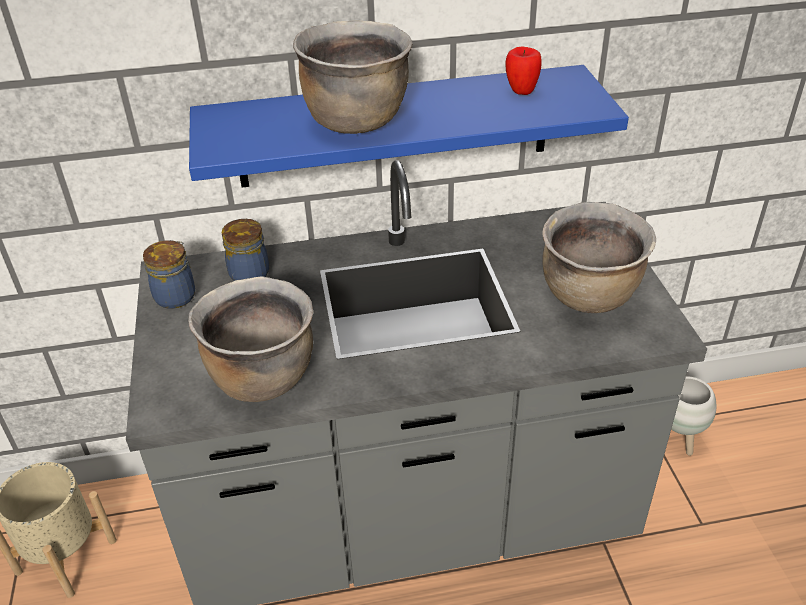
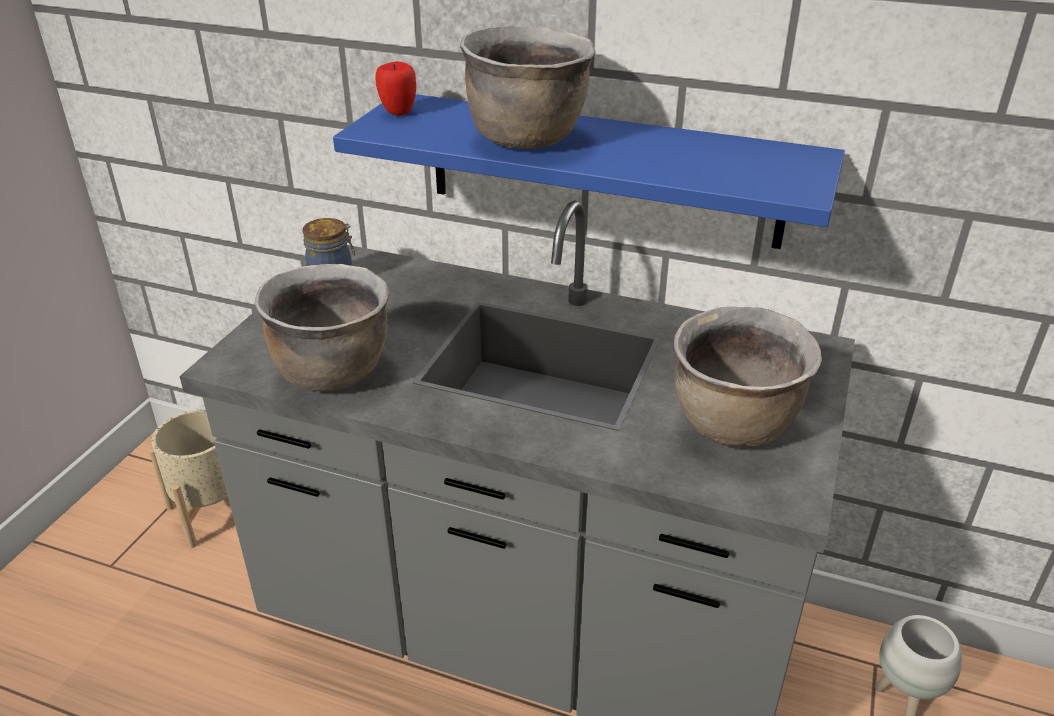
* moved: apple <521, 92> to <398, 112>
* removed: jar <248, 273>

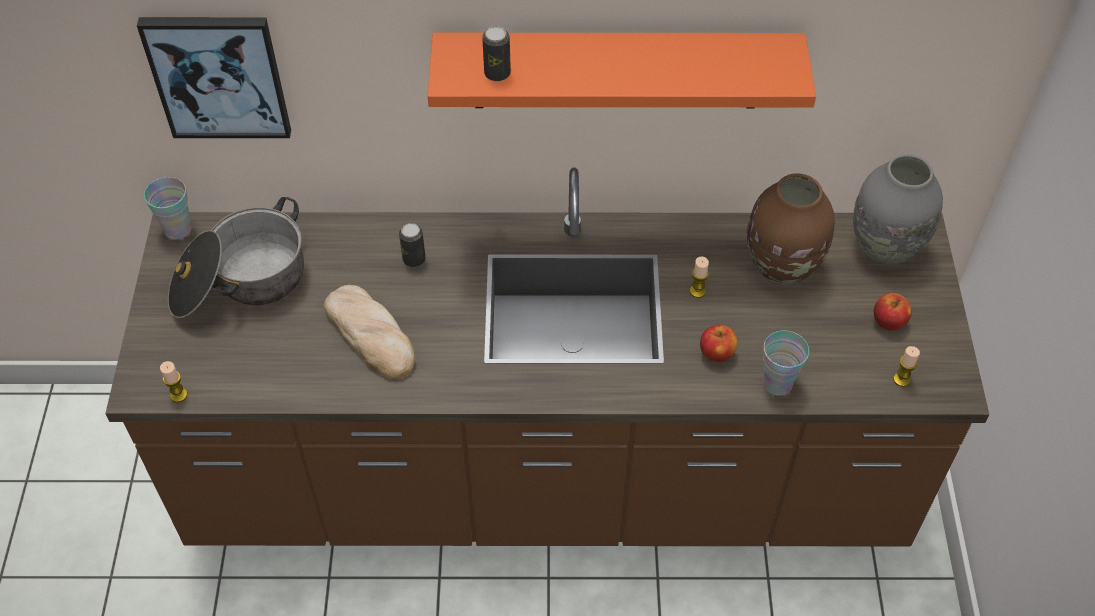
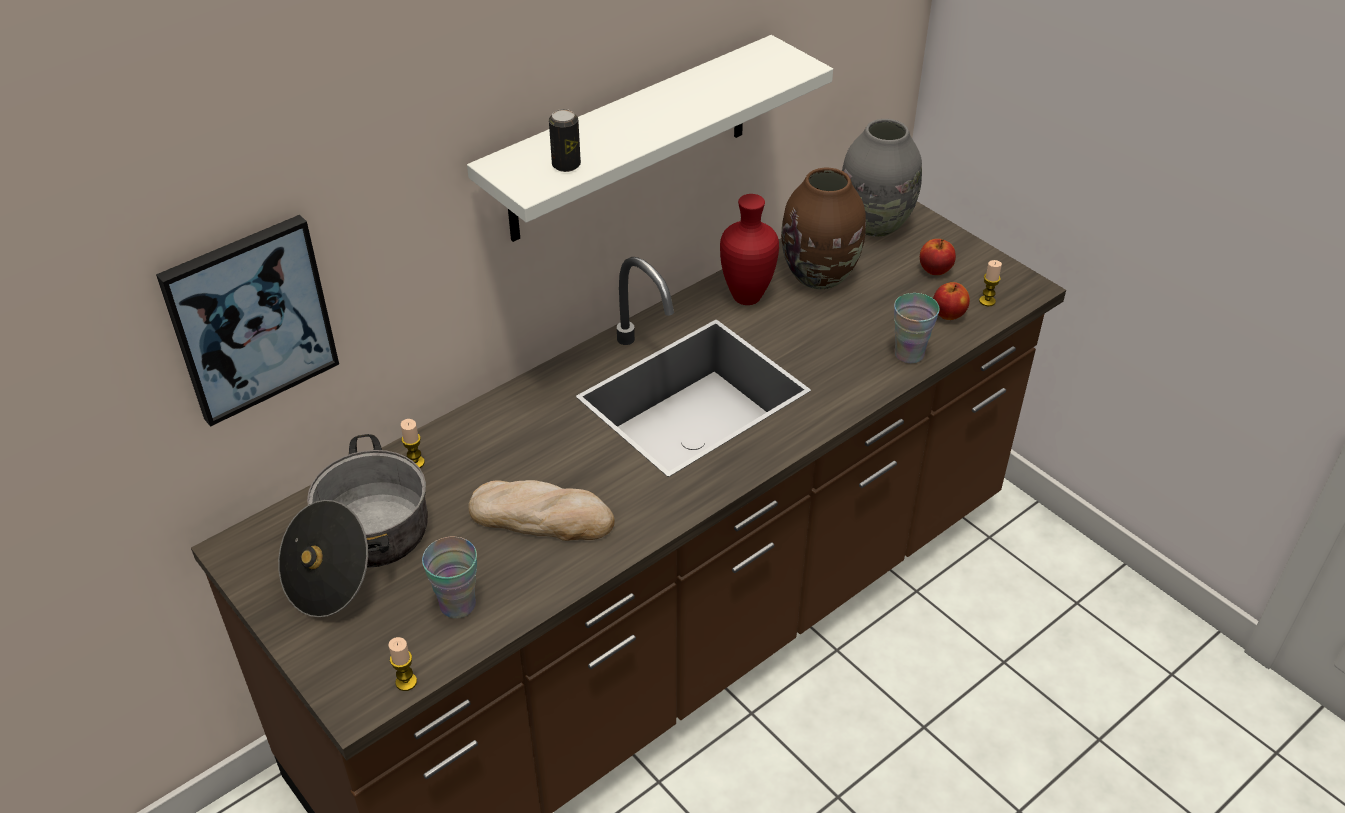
* recoloured: shelf in orange <616, 70> to shelf in white <630, 140>
* moved: cup <178, 229> to <457, 604>
* removed: can <414, 259>
* moved: candle <697, 291> to <415, 463>
* moved: apple <716, 353> to <948, 314>
* added: vase in red <747, 296>

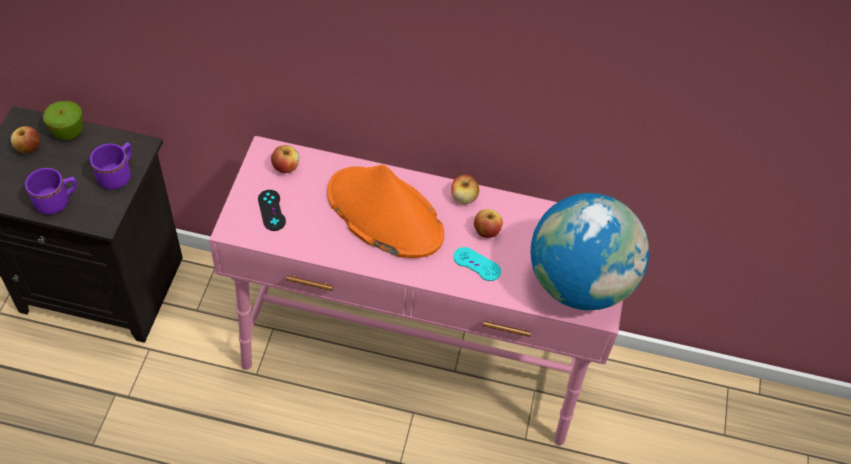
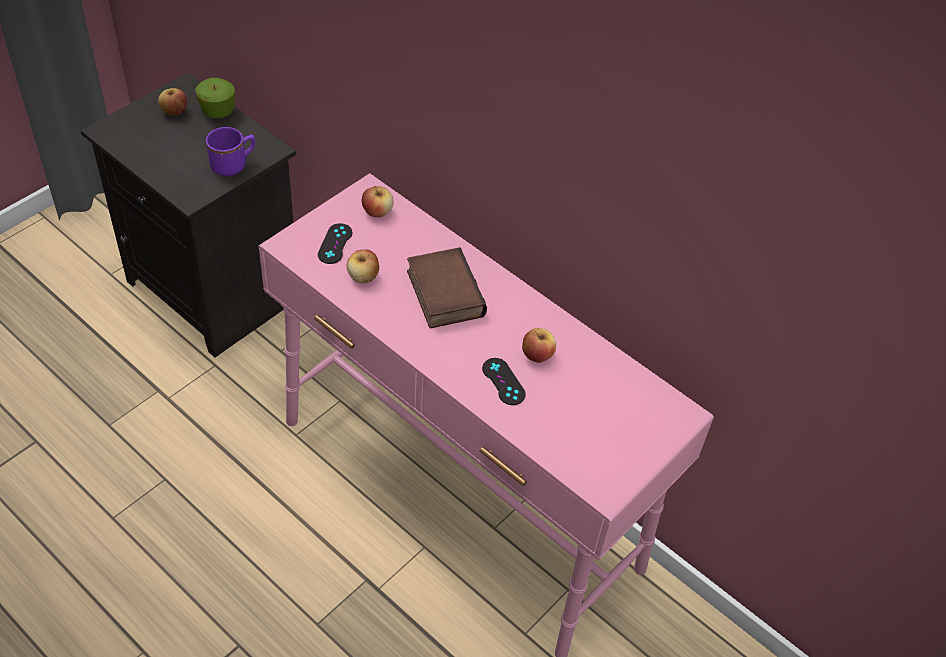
* replaced: hat in orange <384, 213> to book <442, 293>
* removed: mug in purple <57, 201>
* moved: apple <463, 197> to <363, 277>
* removed: globe <579, 283>
* recoloured: game controller in turquoise <477, 264> to game controller in black <503, 381>

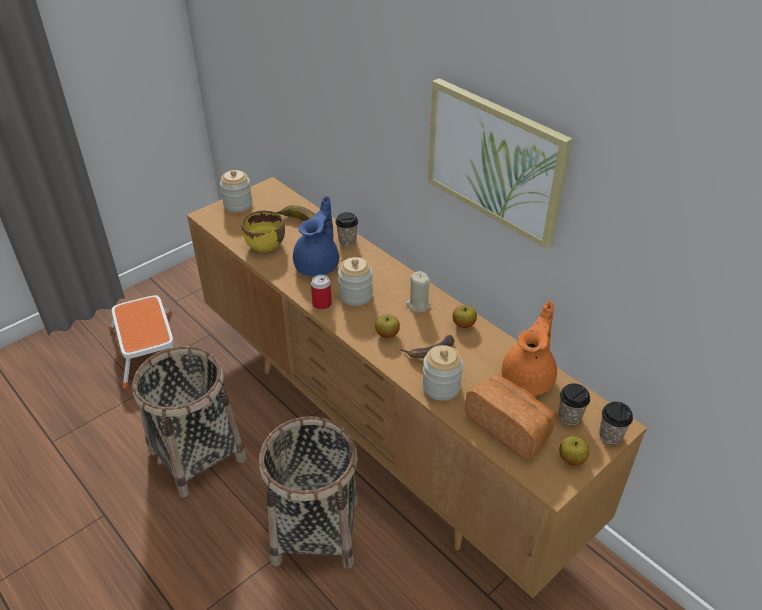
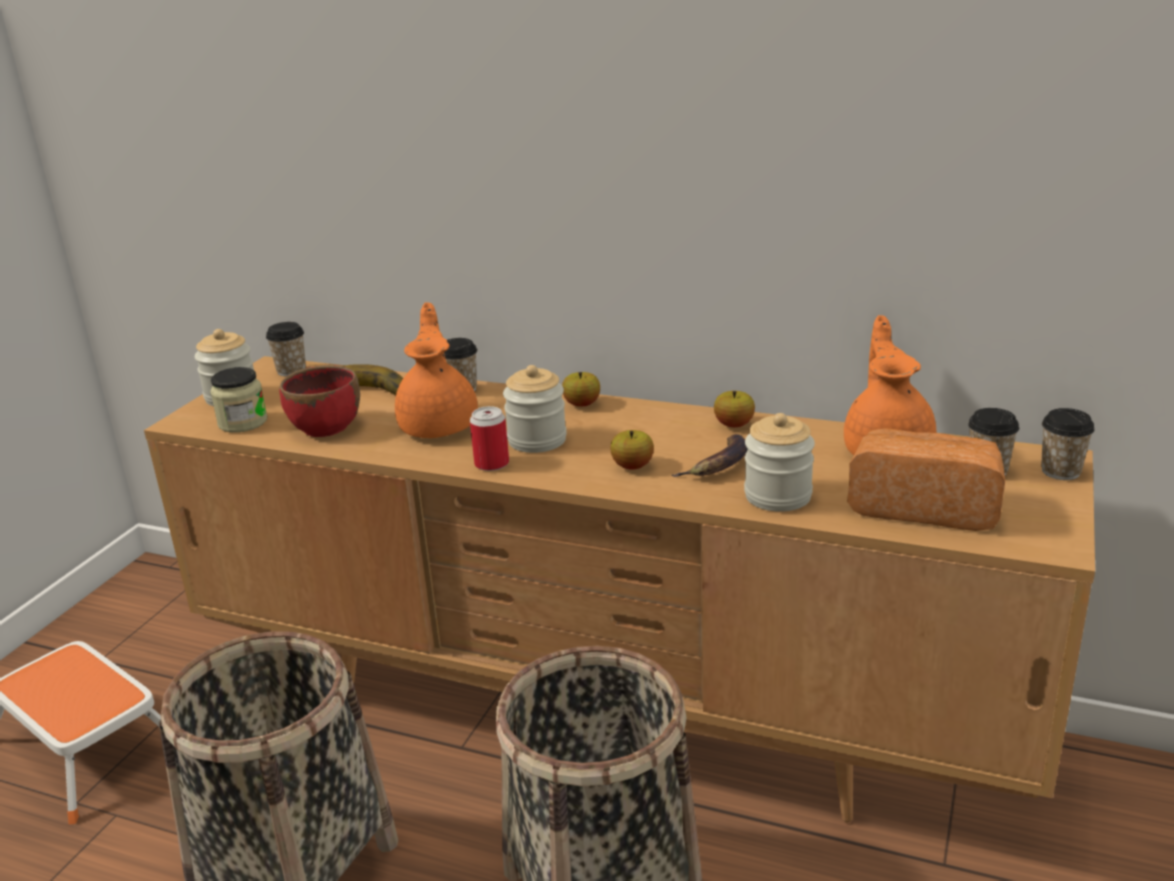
* removed: picture <495, 160>
* recoloured: teapot in blue <318, 264> to teapot in orange <440, 425>
* recoloured: bowl in yellow <265, 245> to bowl in red <326, 427>
* removed: candle in beige <418, 305>
* moved: apple <571, 459> to <582, 404>
* added: cup <291, 371>
* added: jar <243, 422>

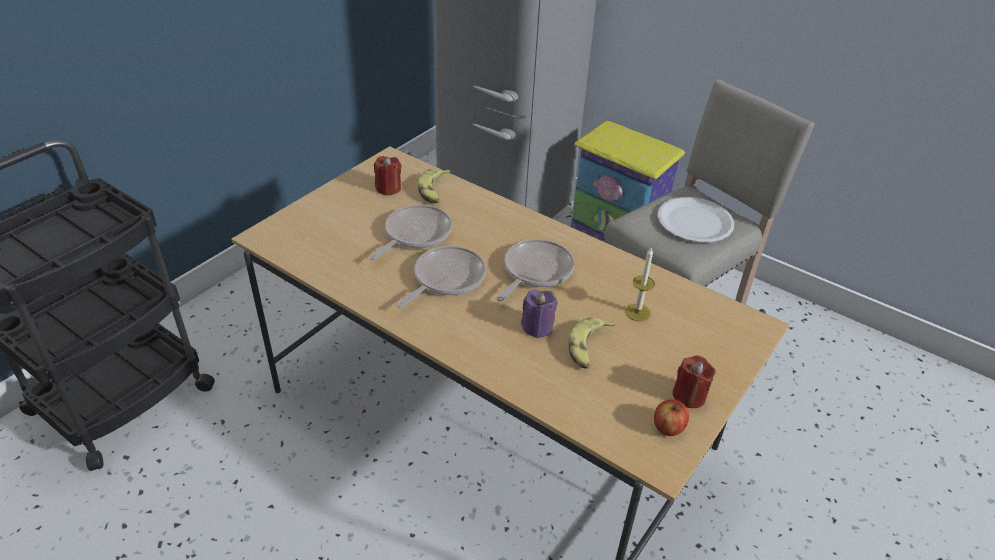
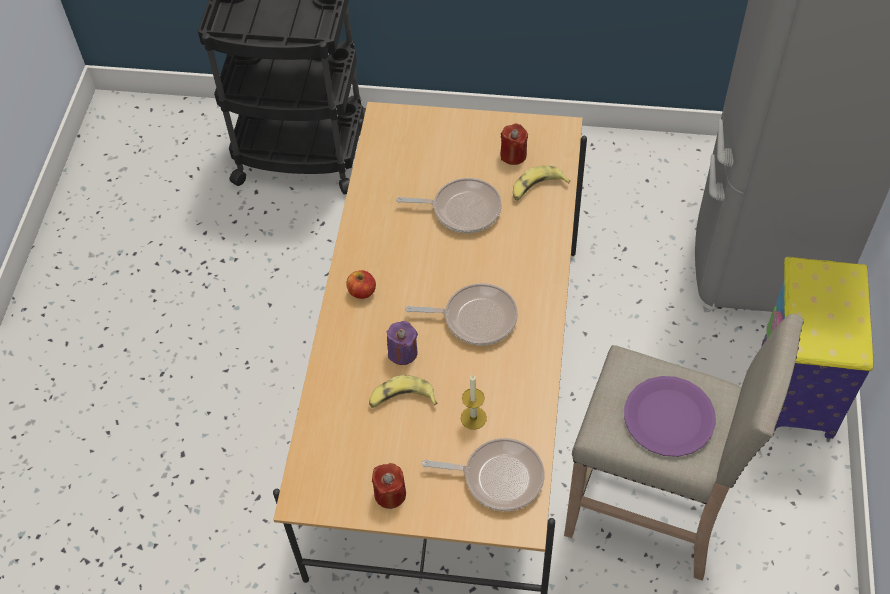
* recoloured: plate in white <694, 222> to plate in purple <669, 417>
* moved: frying pan <446, 278> to <498, 477>
* moved: apple <668, 427> to <362, 291>

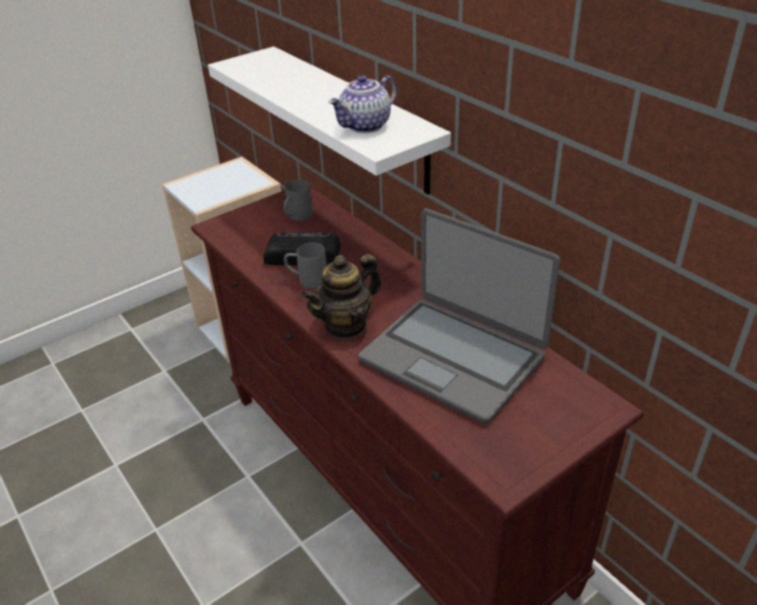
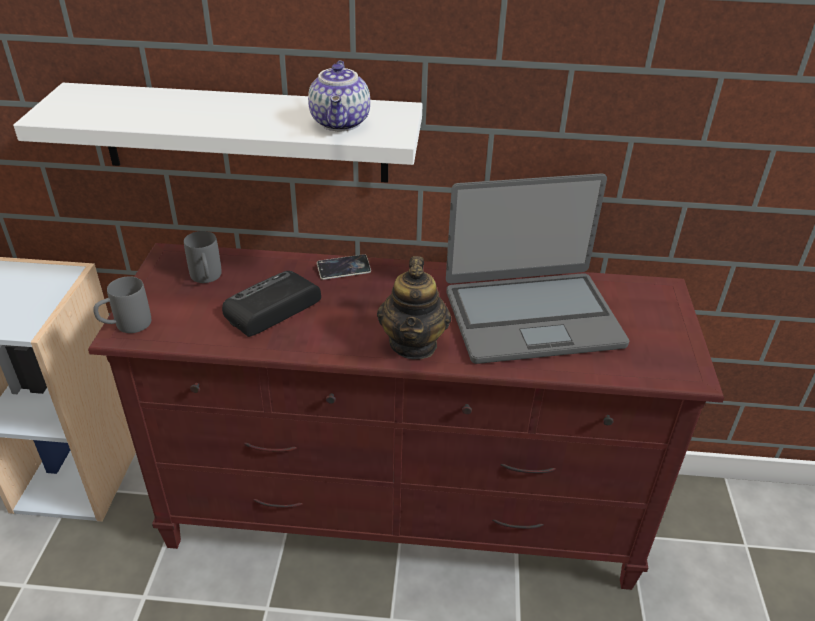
* moved: mug in grey <307, 280> to <126, 326>
* added: phone <344, 270>

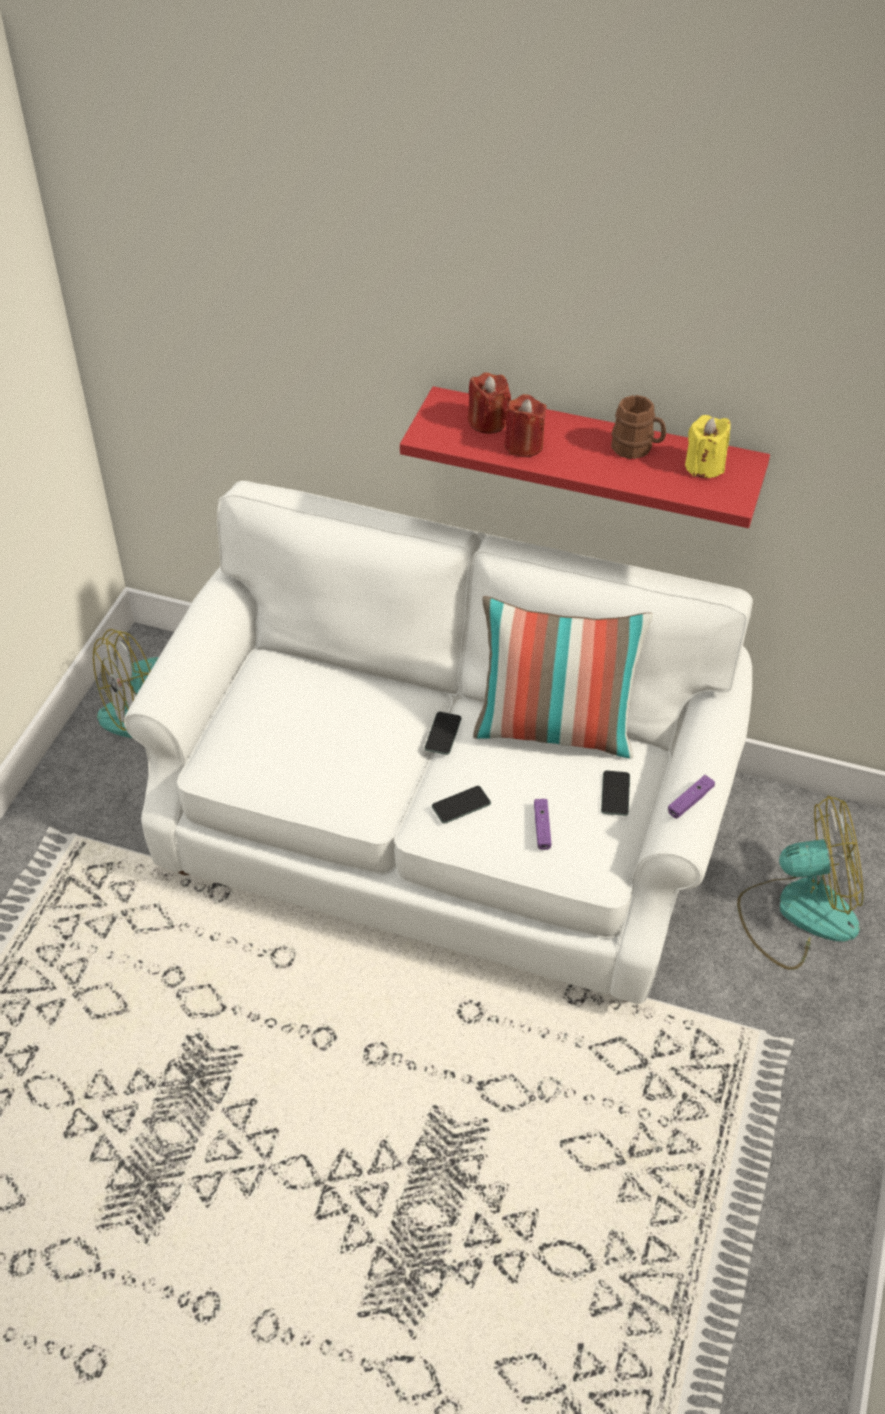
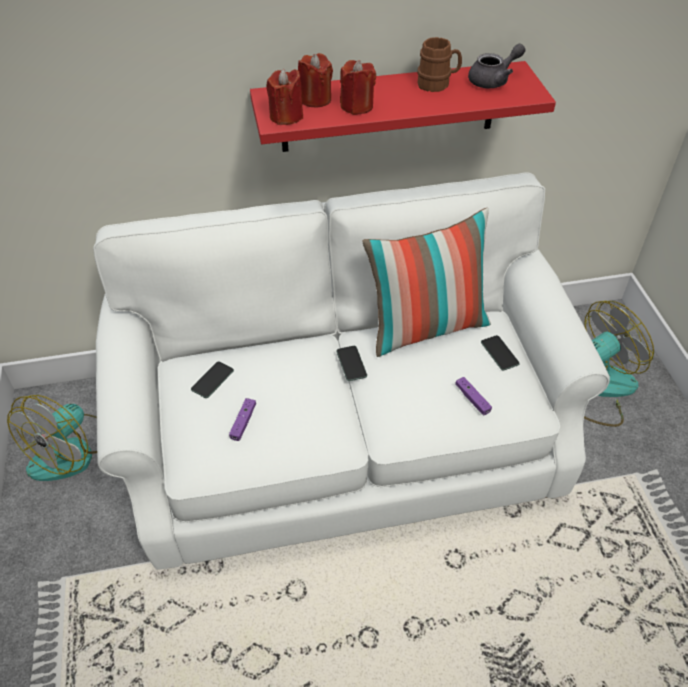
* replaced: candle in yellow <704, 466> to teapot in grey <493, 80>
* moved: game controller in purple <690, 801> to <243, 422>
* moved: phone <461, 805> to <212, 380>
* added: candle in red <286, 116>

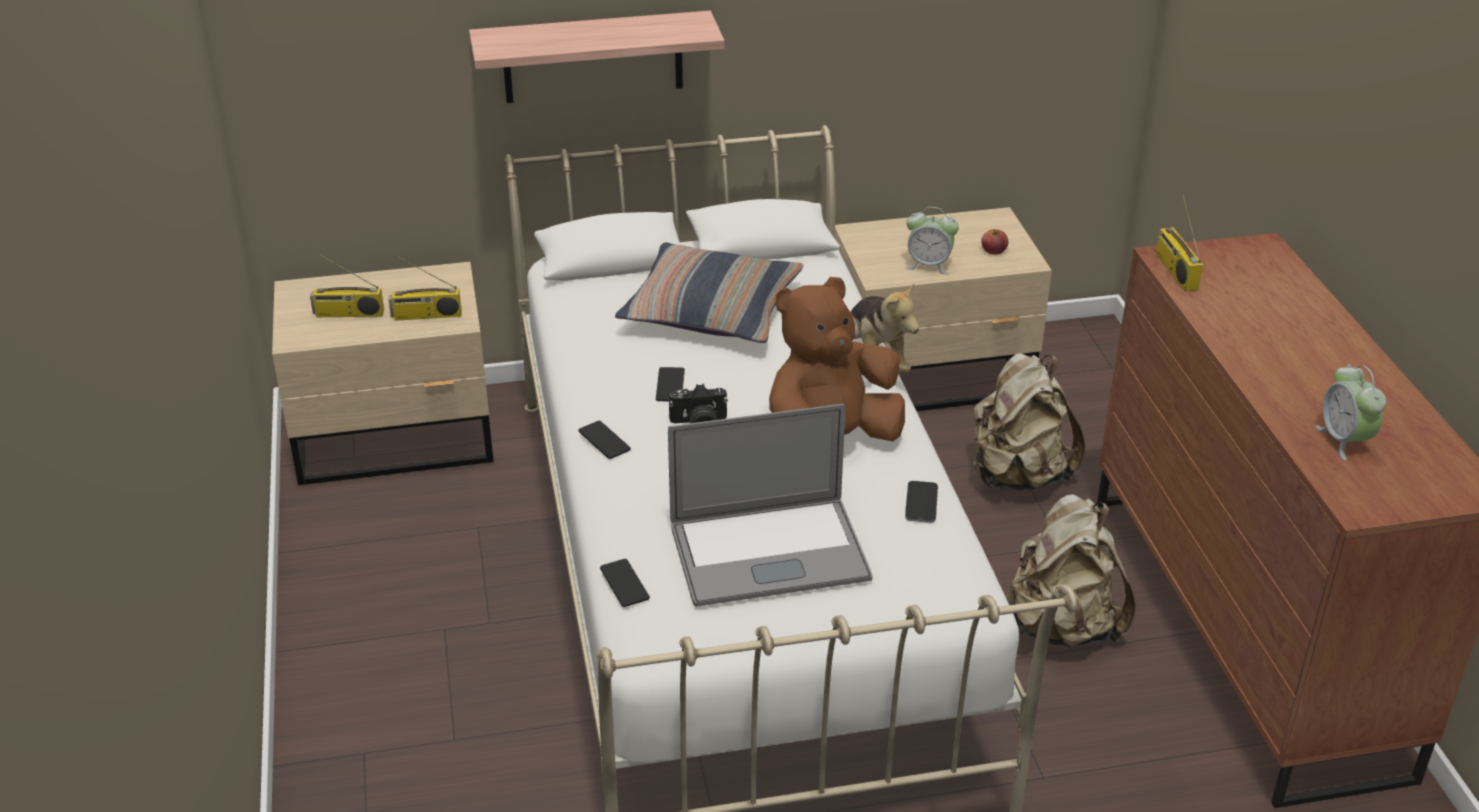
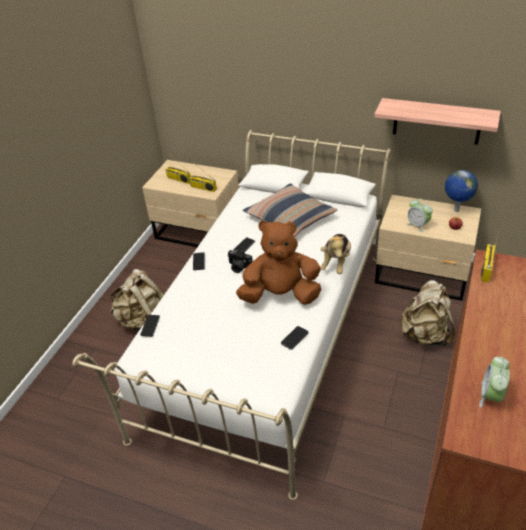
* moved: shelf <593, 57> to <437, 121>
* removed: laptop <769, 552>
* moved: backpack in beige <1062, 626> to <142, 321>
* added: globe <456, 211>

